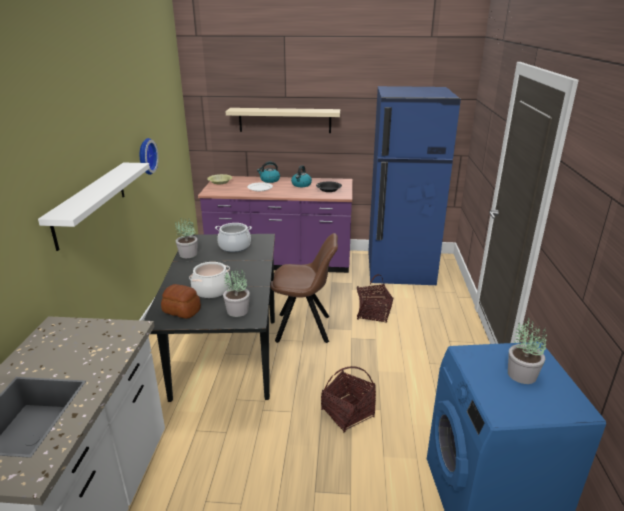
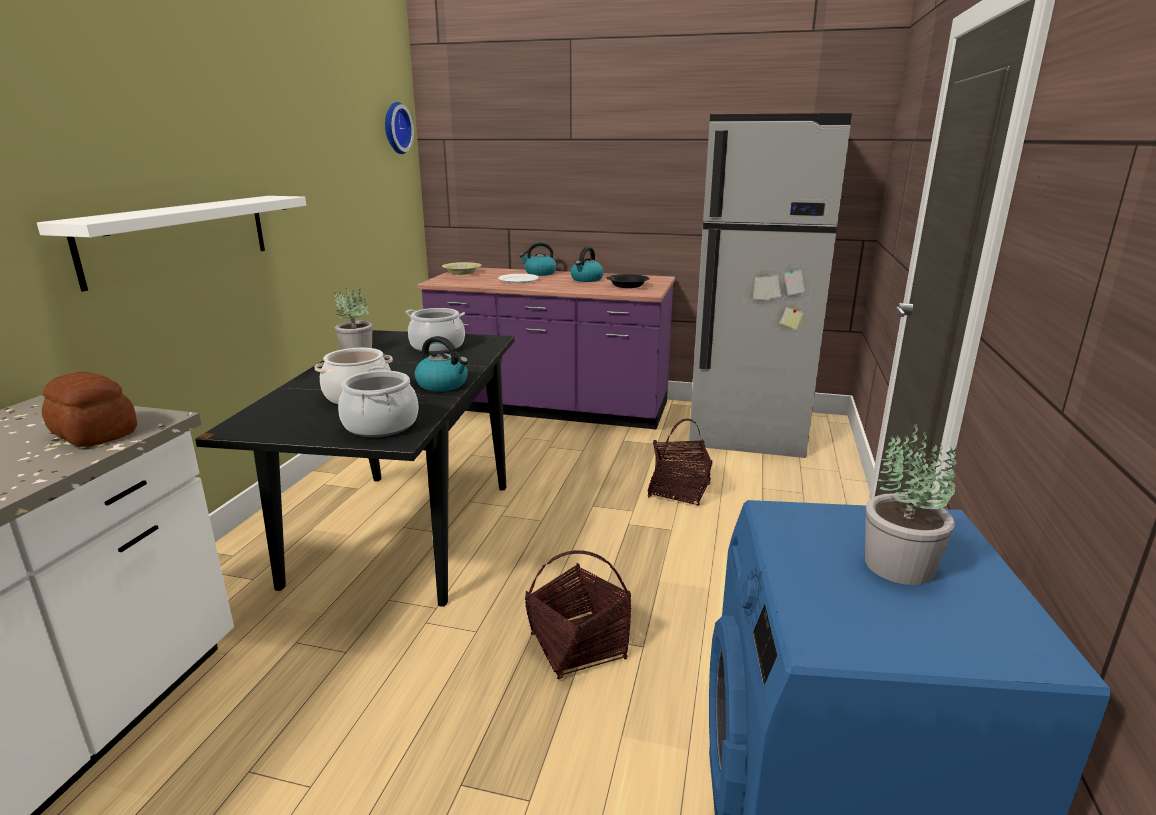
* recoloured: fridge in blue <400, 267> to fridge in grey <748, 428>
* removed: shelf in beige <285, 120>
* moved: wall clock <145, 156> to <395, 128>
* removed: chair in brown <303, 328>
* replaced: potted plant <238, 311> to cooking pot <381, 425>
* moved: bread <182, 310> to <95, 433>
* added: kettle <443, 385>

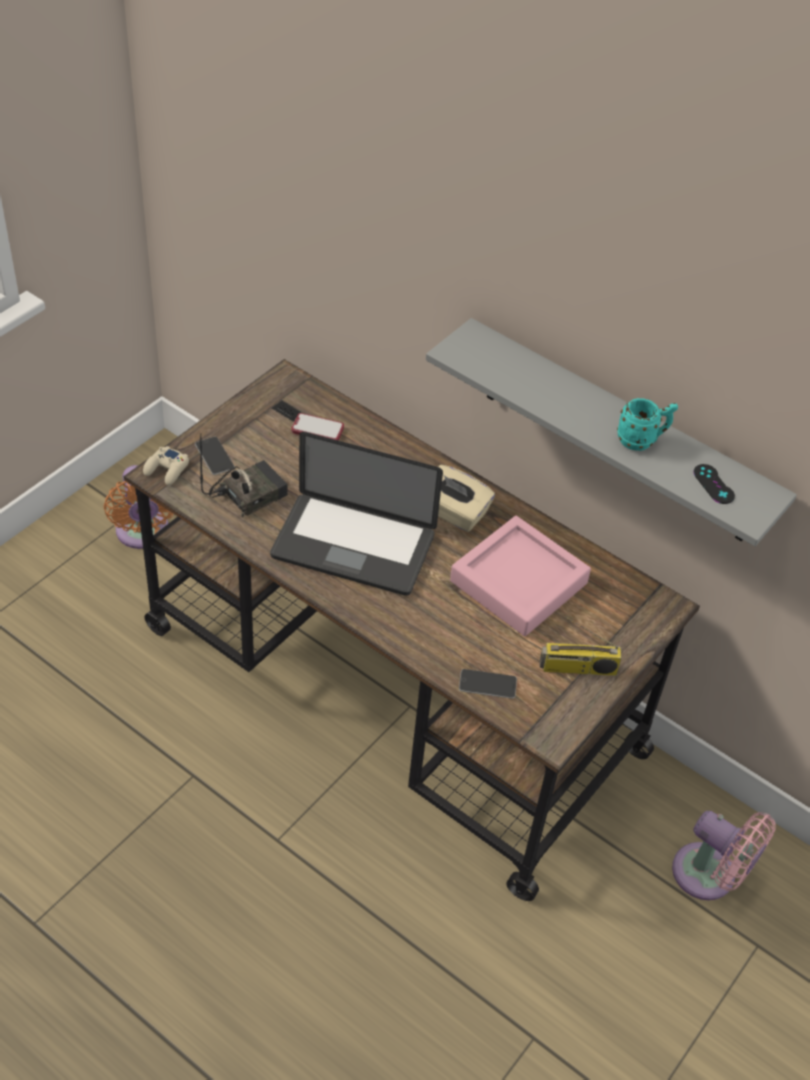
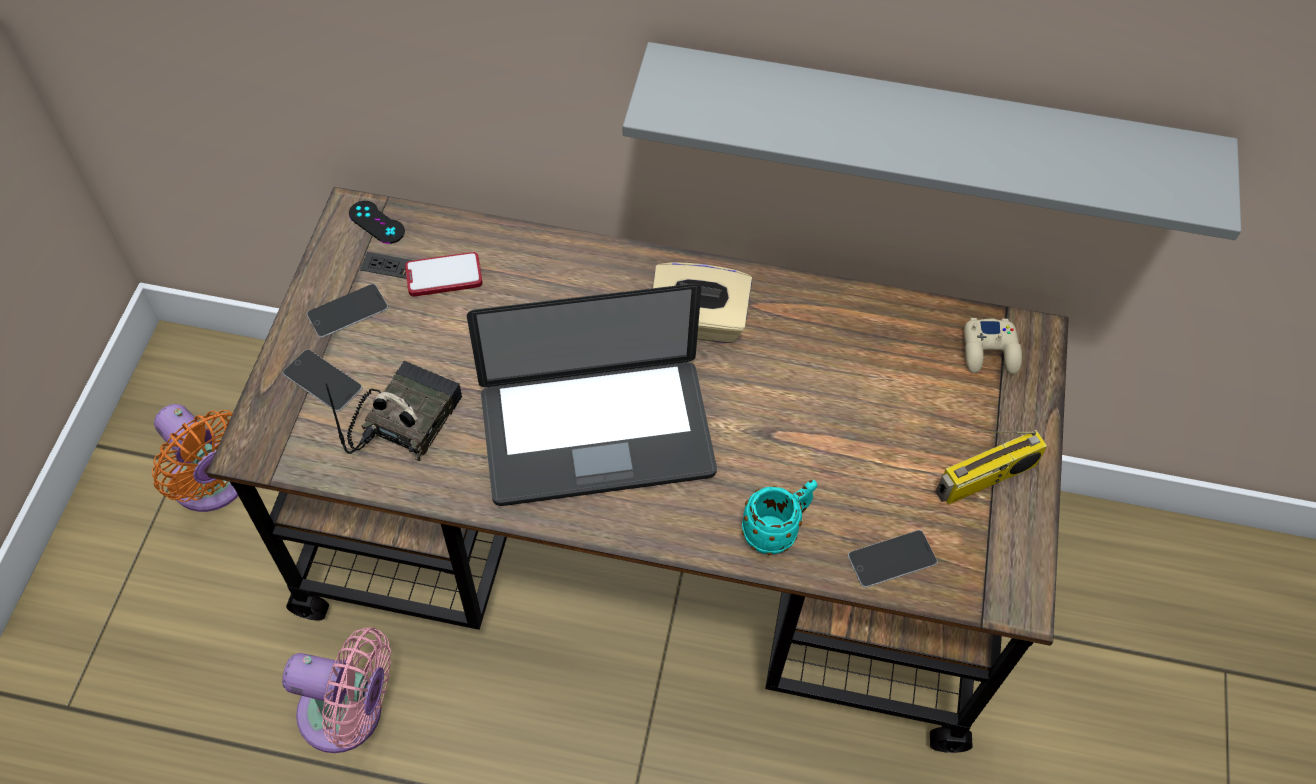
* moved: mug in turquoise <642, 440> to <776, 530>
* moved: game controller in beige <167, 470> to <990, 351>
* moved: game controller in black <713, 484> to <376, 222>
* removed: tray in pink <518, 582>
* moved: fan in pink <709, 876> to <349, 714>
* added: phone <347, 311>

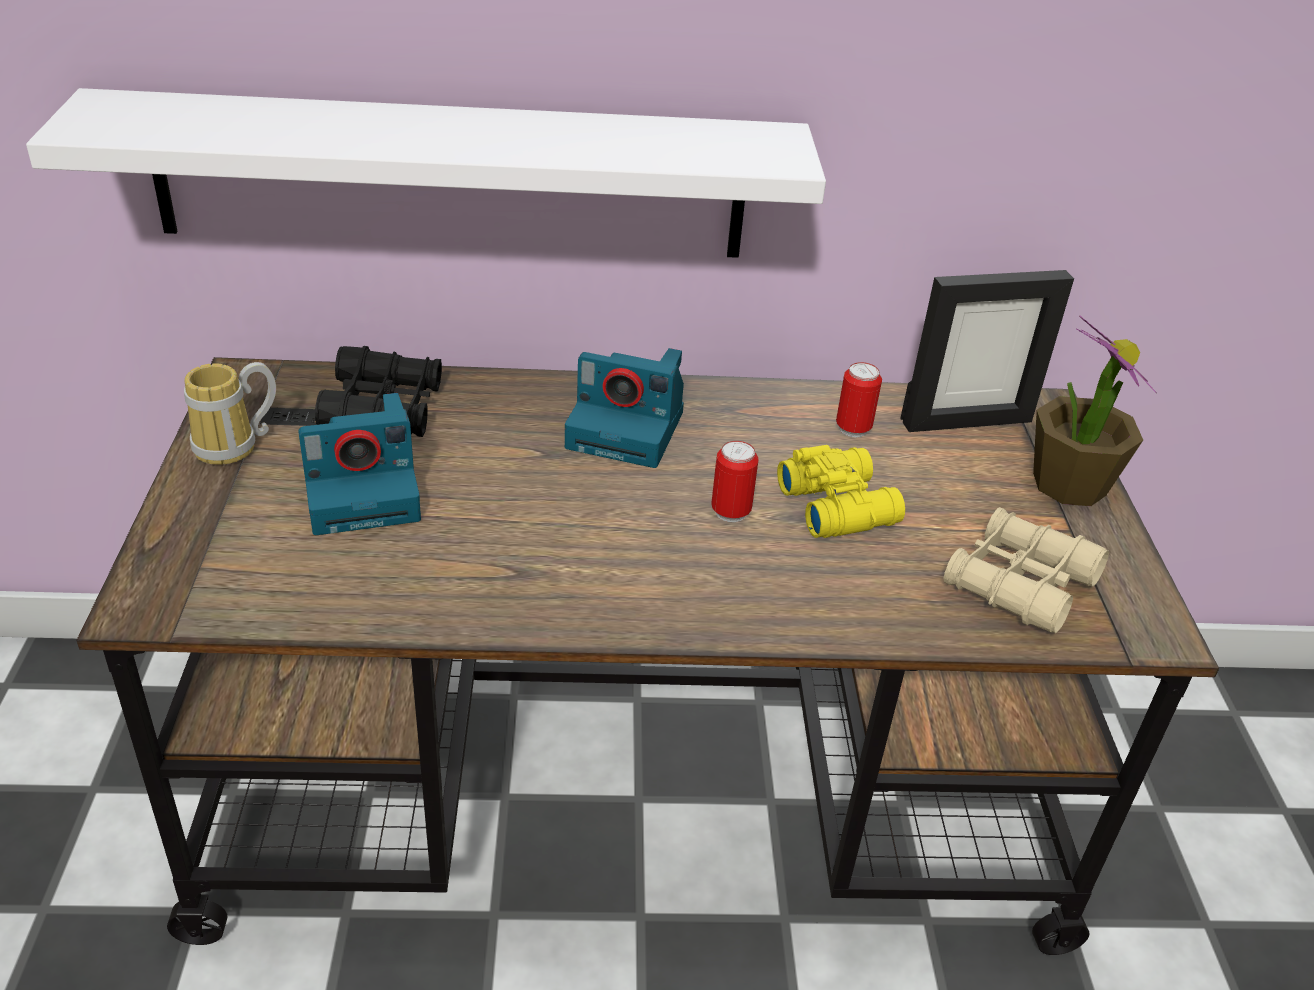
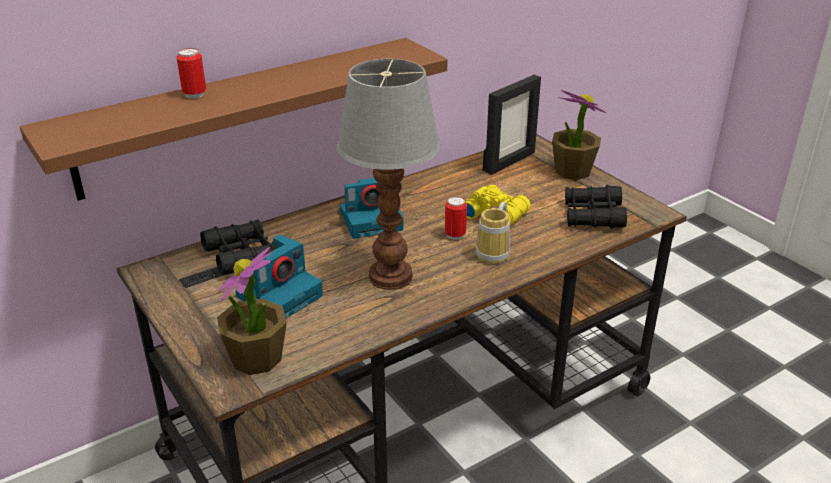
* recoloured: shelf in white <452, 176> to shelf in brown <239, 115>
* moved: mug <235, 447> to <496, 253>
* moved: can <853, 429> to <194, 94>
* recoloured: binoculars in beige <1019, 583> to binoculars in black <593, 215>
* added: table lamp <391, 275>
* added: potted plant <257, 358>

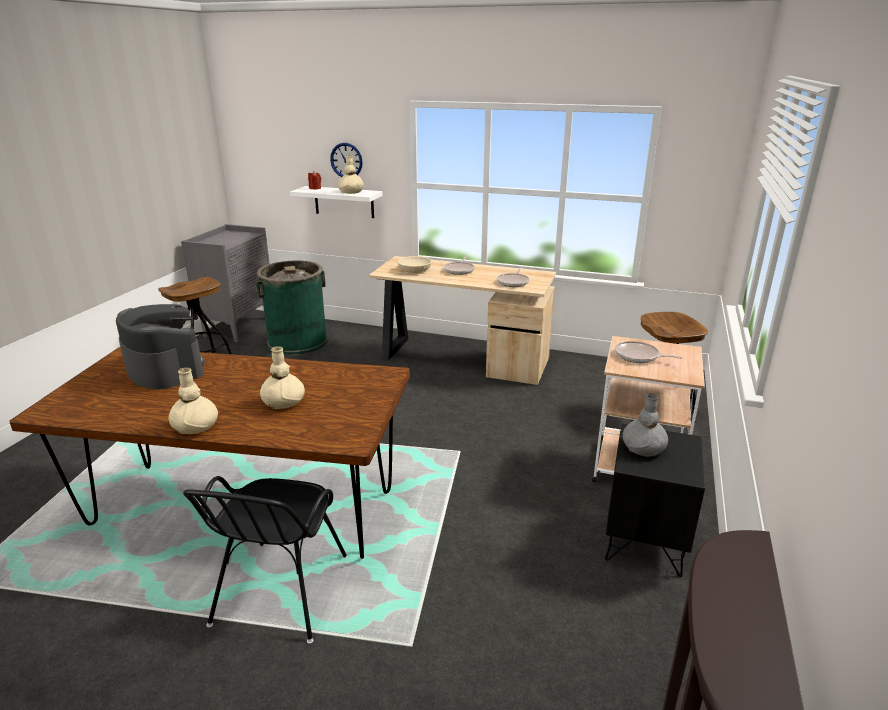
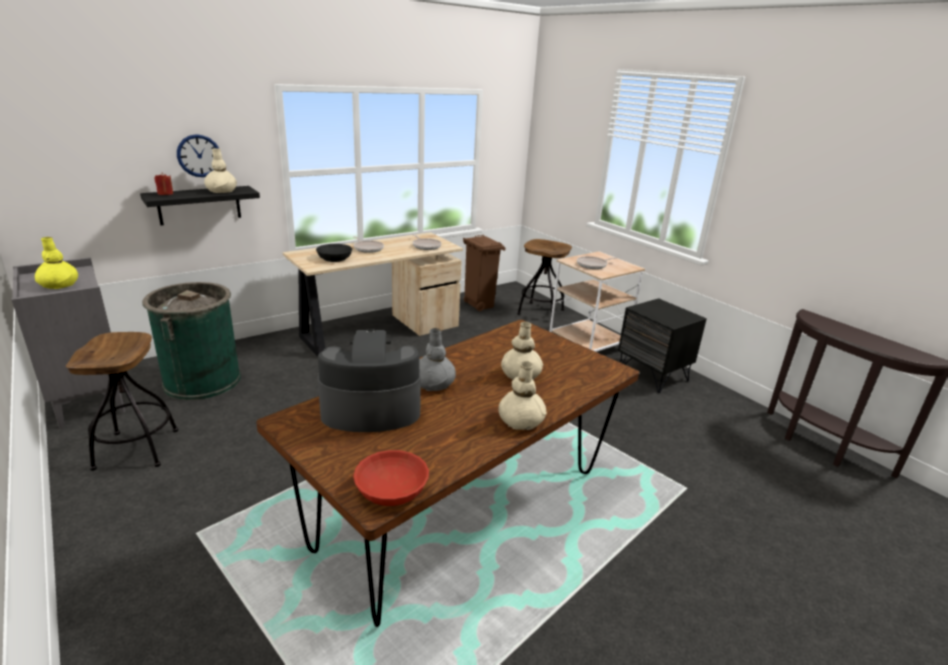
* recoloured: shelf in white <344, 202> to shelf in black <199, 205>
* recoloured: bowl in beige <414, 270> to bowl in black <334, 258>
* moved: vase in grey <643, 448> to <434, 383>
* removed: chair in black <280, 594>
* added: trash can in brown <479, 305>
* added: vase in yellow <59, 284>
* added: bowl in red <391, 489>

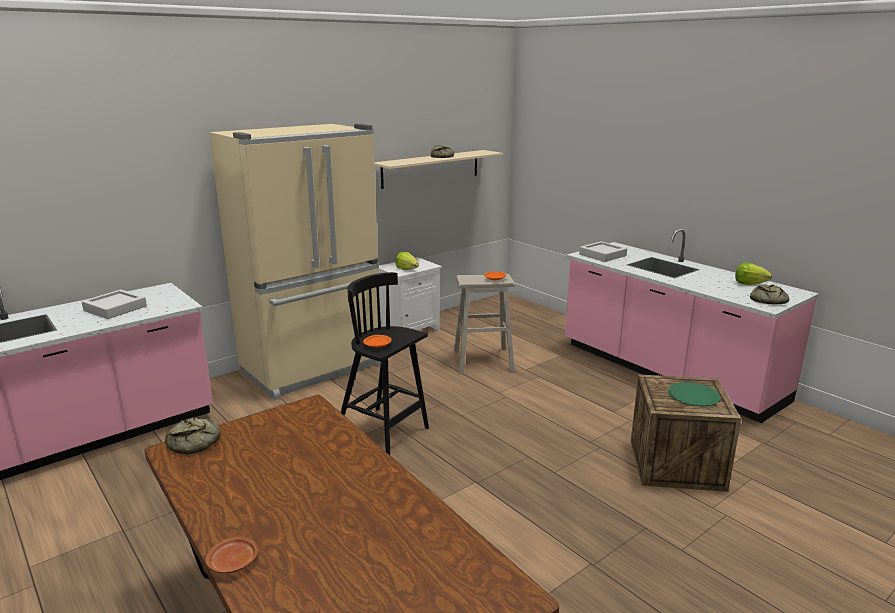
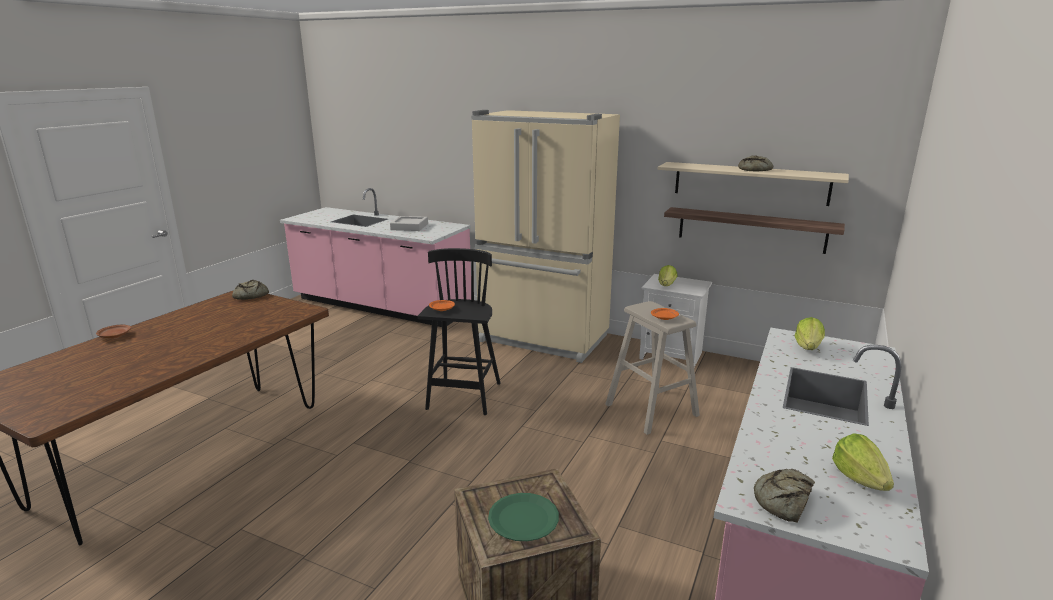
* replaced: tray in grey <602, 255> to lettuce <808, 347>
* added: shelf <751, 230>

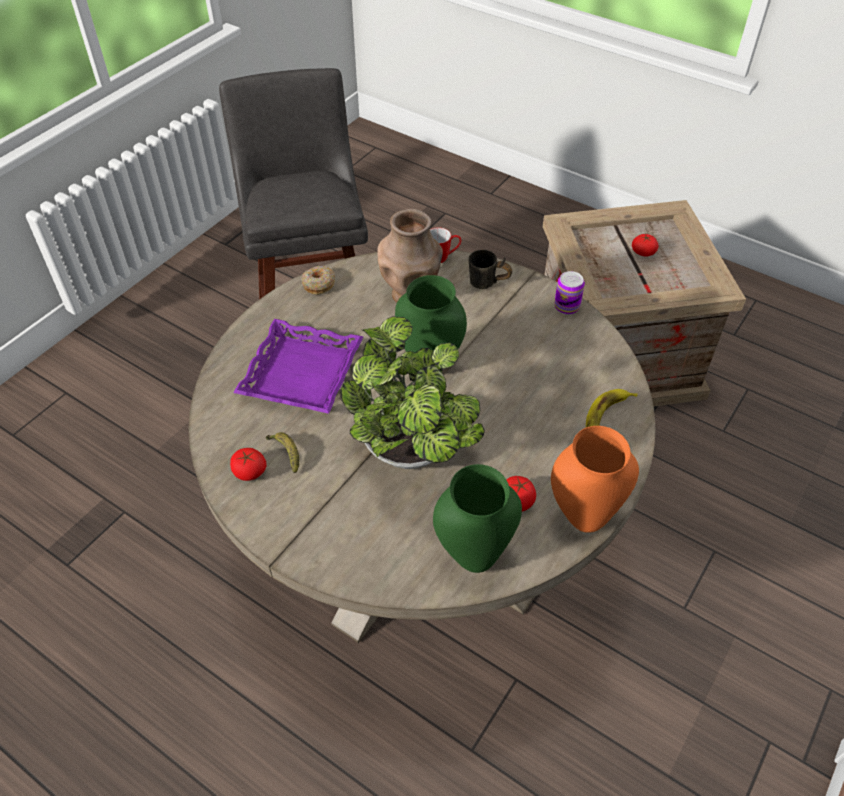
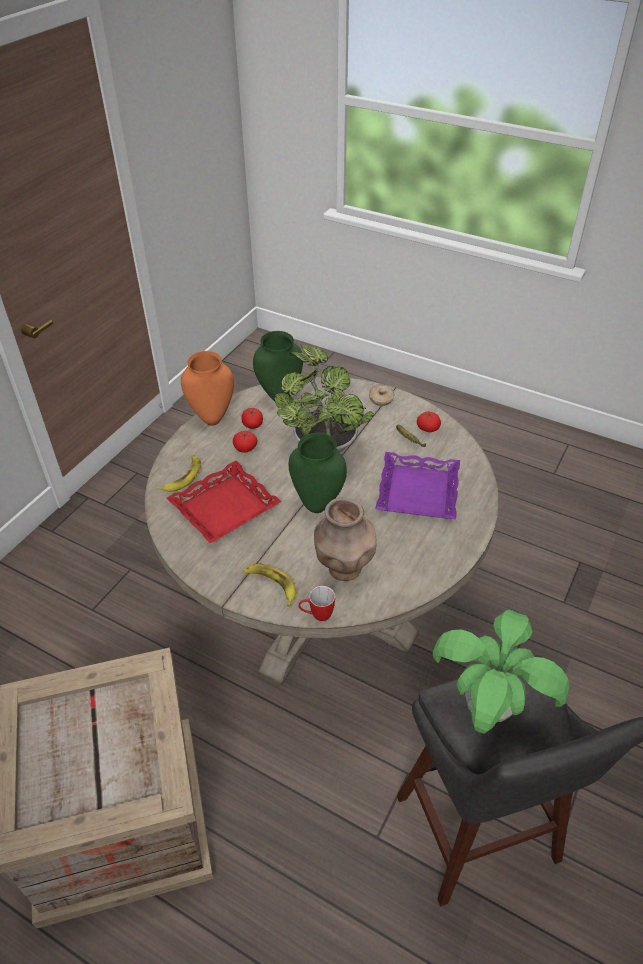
* moved: tomato <643, 252> to <245, 448>
* replaced: mug in grey <487, 285> to banana <271, 584>
* moved: donut <318, 284> to <381, 399>
* removed: can <566, 306>
* added: tray in red <225, 508>
* added: potted plant <487, 707>

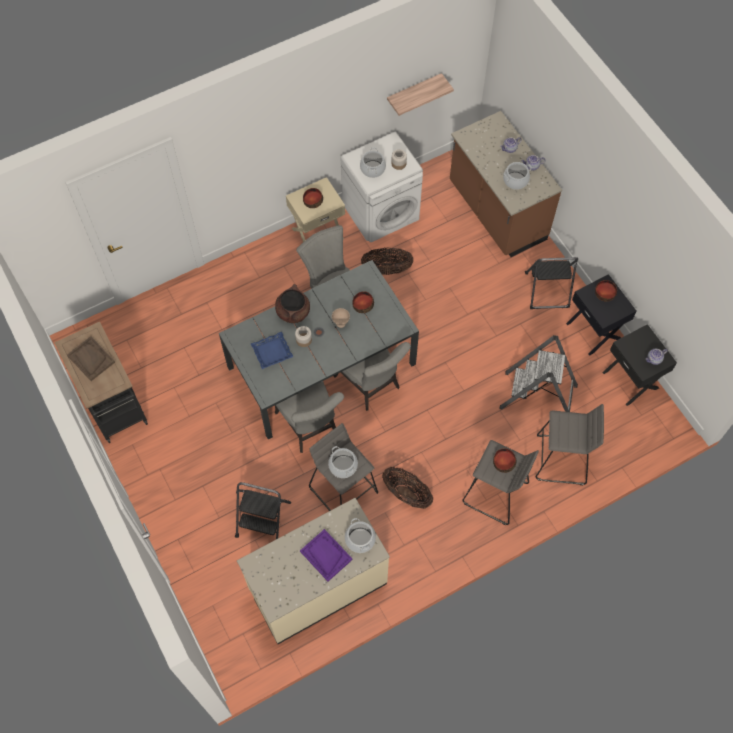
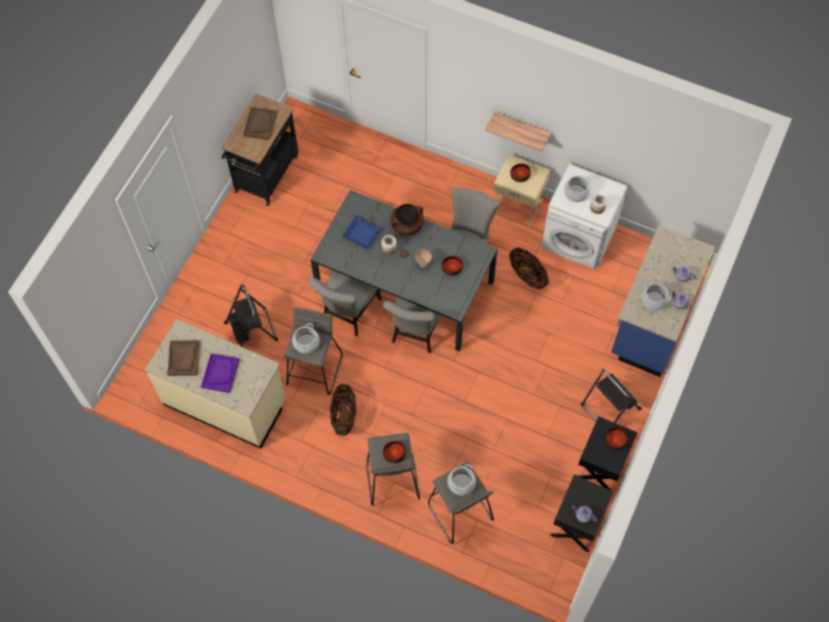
* moved: shelf <413, 93> to <521, 128>
* recoloured: counter in brown <496, 212> to counter in blue <652, 321>
* removed: step ladder in grey <539, 396>
* moved: cooking pot <360, 539> to <461, 483>
* added: tray in brown <183, 358>

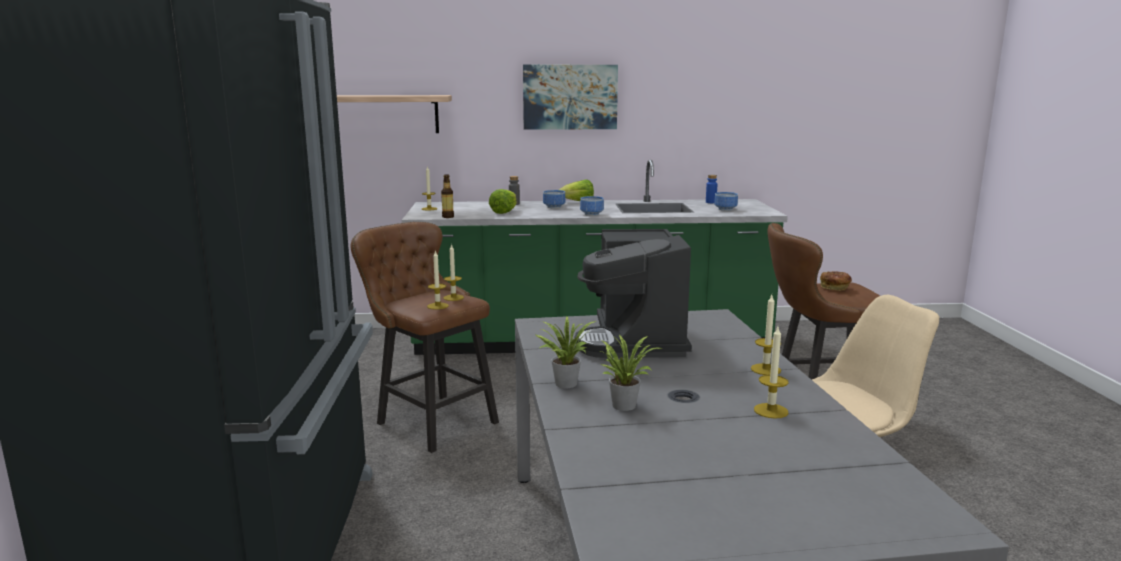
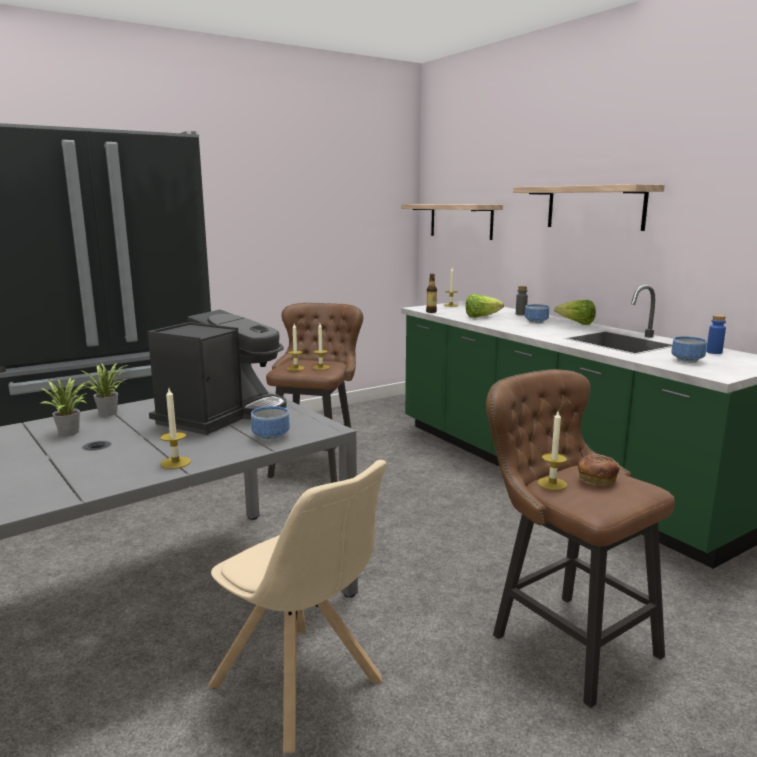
* replaced: picture <570, 97> to shelf <595, 207>
* moved: bowl <590, 214> to <271, 436>
* turned: coffee machine <635, 340> = <222, 415> 150 degrees clockwise
* moved: candle <771, 411> to <552, 484>

